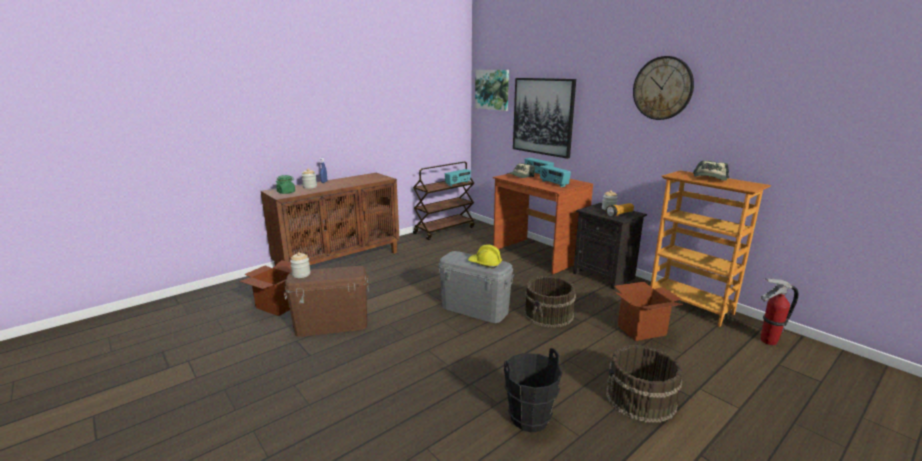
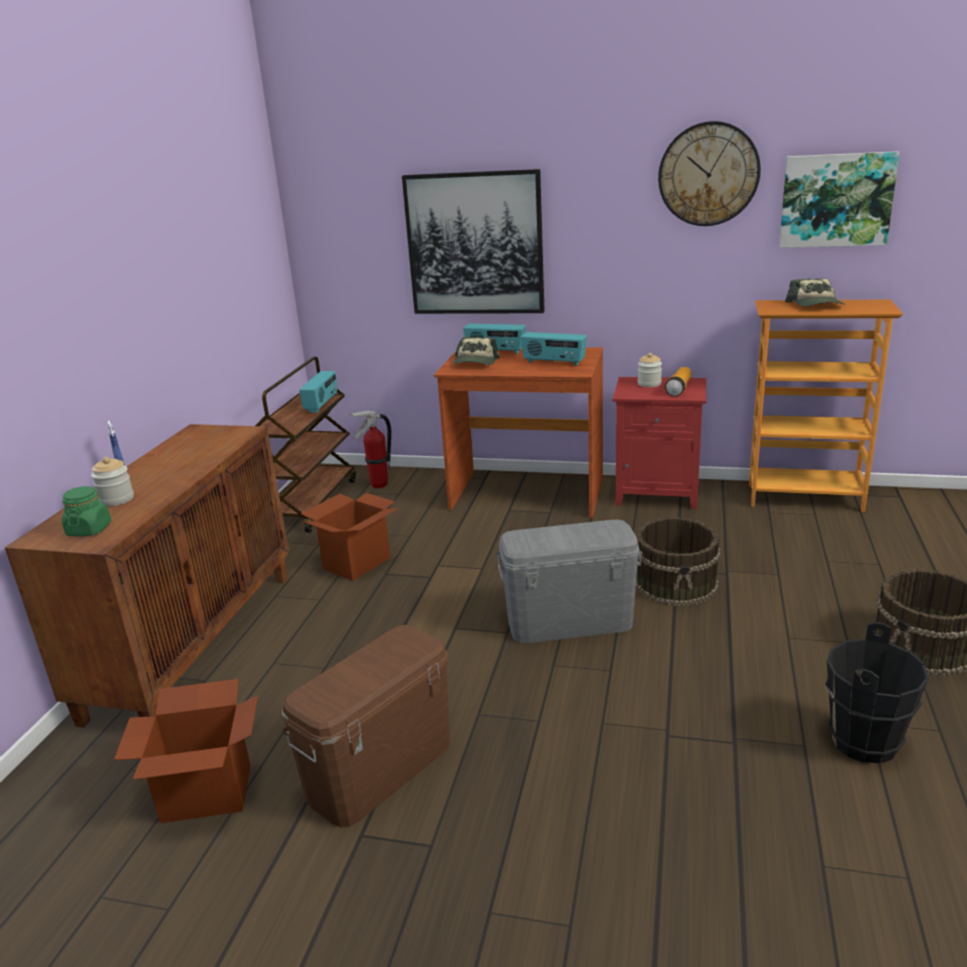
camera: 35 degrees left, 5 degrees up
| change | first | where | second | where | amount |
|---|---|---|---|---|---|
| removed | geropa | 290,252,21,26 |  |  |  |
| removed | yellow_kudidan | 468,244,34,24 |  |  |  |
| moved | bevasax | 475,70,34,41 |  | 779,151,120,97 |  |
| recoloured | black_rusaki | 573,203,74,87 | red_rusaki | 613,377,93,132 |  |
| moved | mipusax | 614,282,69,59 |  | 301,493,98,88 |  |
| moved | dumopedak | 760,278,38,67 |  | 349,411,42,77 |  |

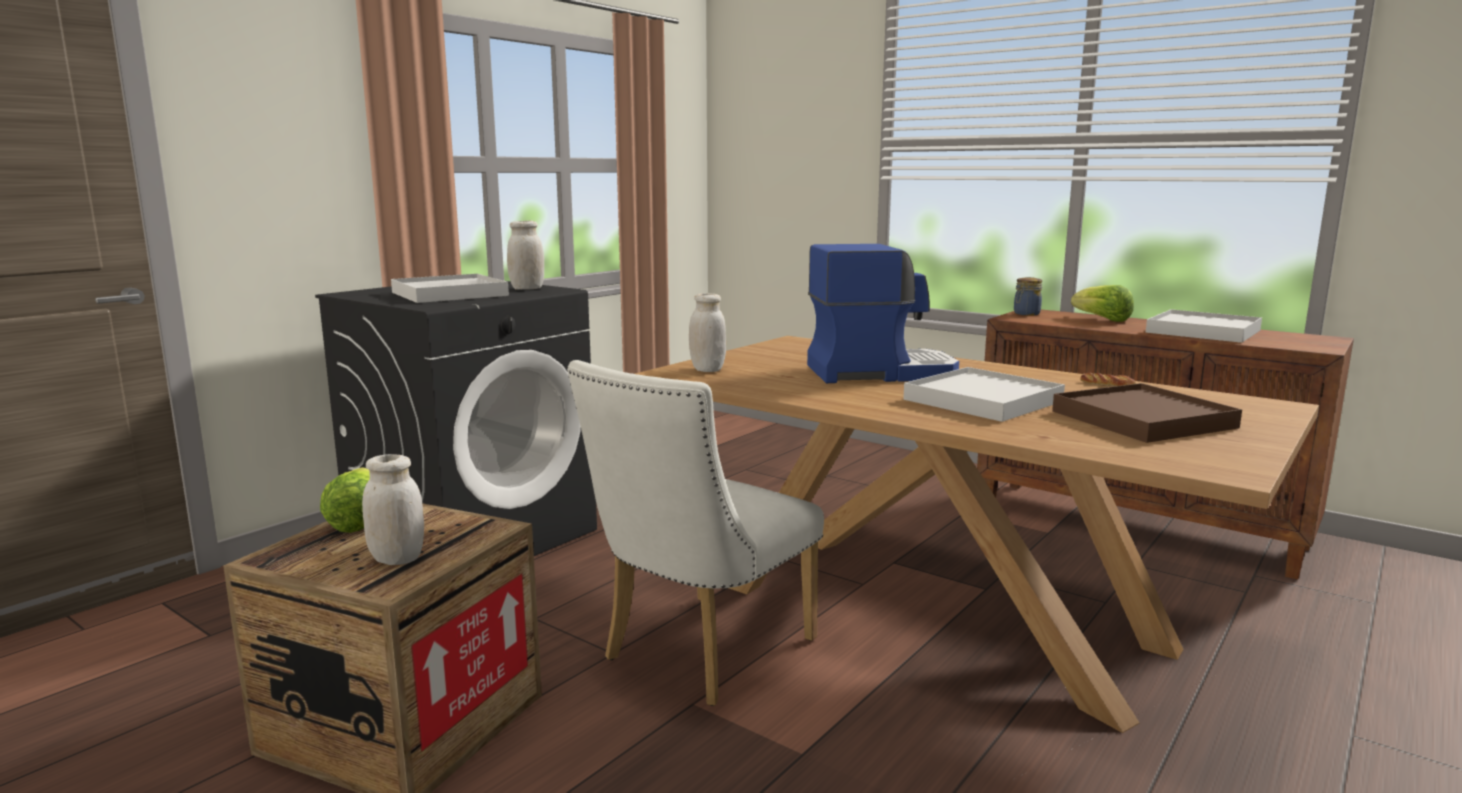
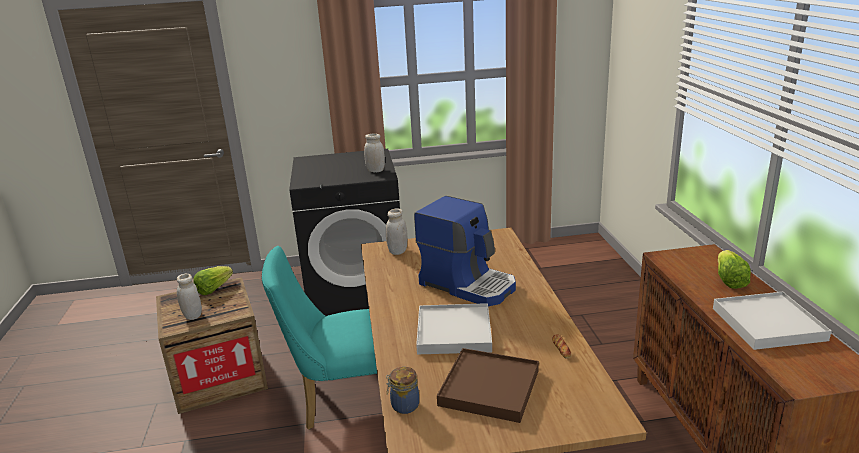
camera: 45 degrees right, 10 degrees up
| change | first | where | second | where | amount |
|---|---|---|---|---|---|
| removed | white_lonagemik | 391,274,118,29 |  |  |  |
| recoloured | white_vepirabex | 567,360,257,346 | turquoise_vepirabex | 262,246,115,184 |  |
| moved | geropa | 1014,277,28,39 |  | 386,367,33,47 |  |

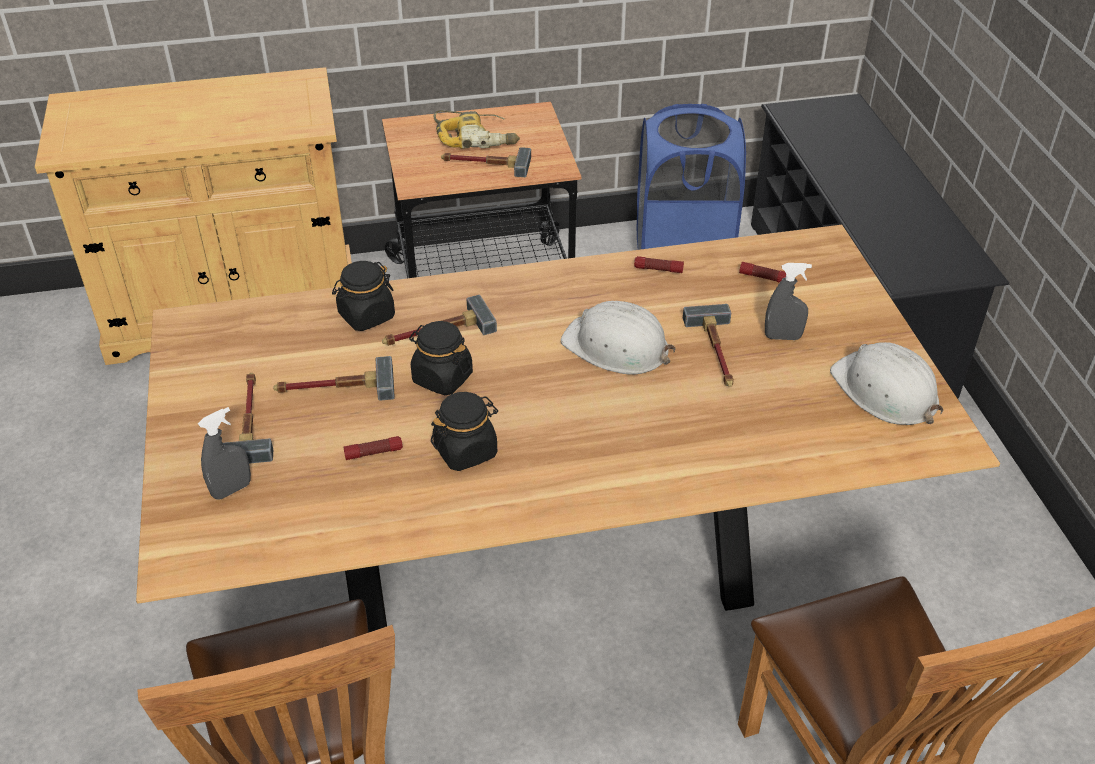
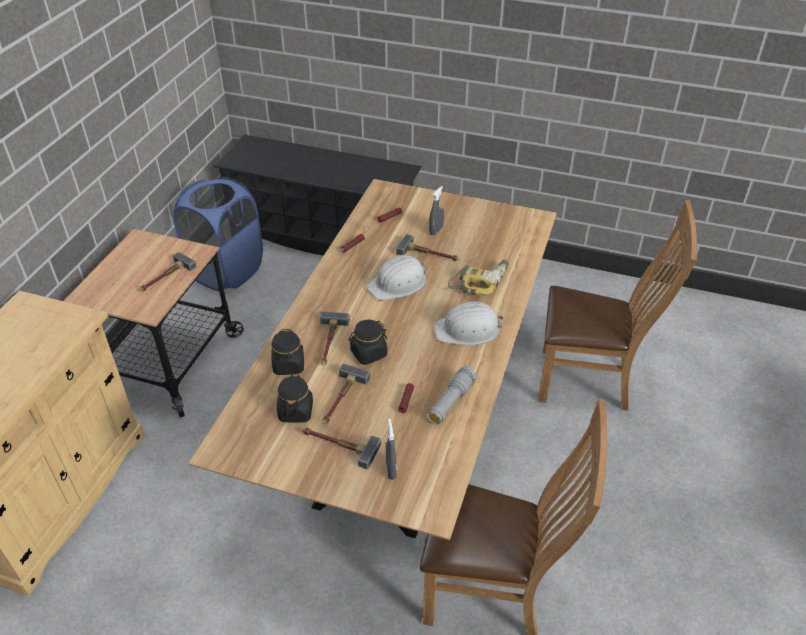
camera: 60 degrees left, 0 degrees up
| change | first | where | second | where | amount |
|---|---|---|---|---|---|
| moved | black_geropa | 431,392,67,79 |  | 277,375,36,48 |  |
| moved | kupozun | 433,110,87,39 |  | 448,258,61,37 |  |
| moved | white_kudidan | 830,342,113,83 |  | 434,301,69,44 |  |
| added |  |  | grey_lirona | 427,365,51,59 |  |

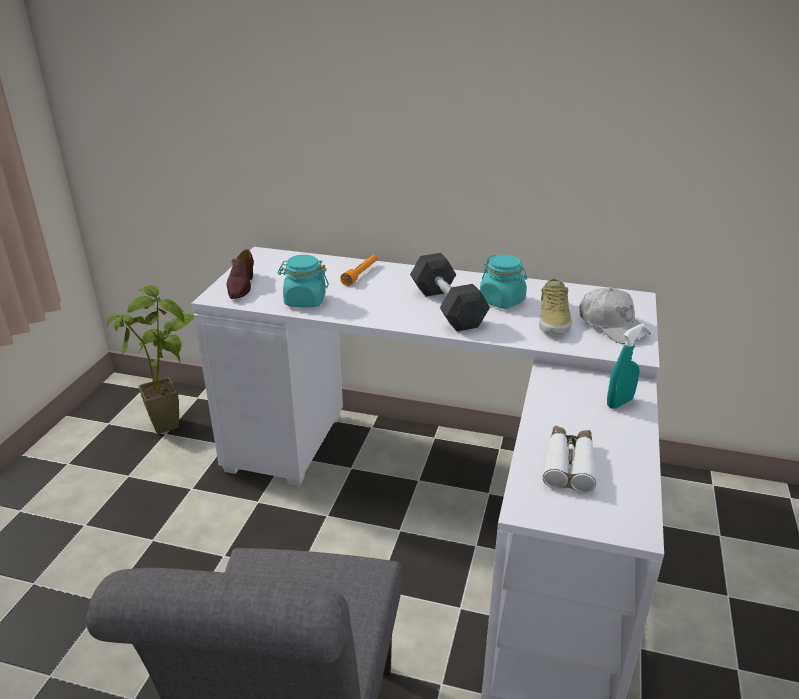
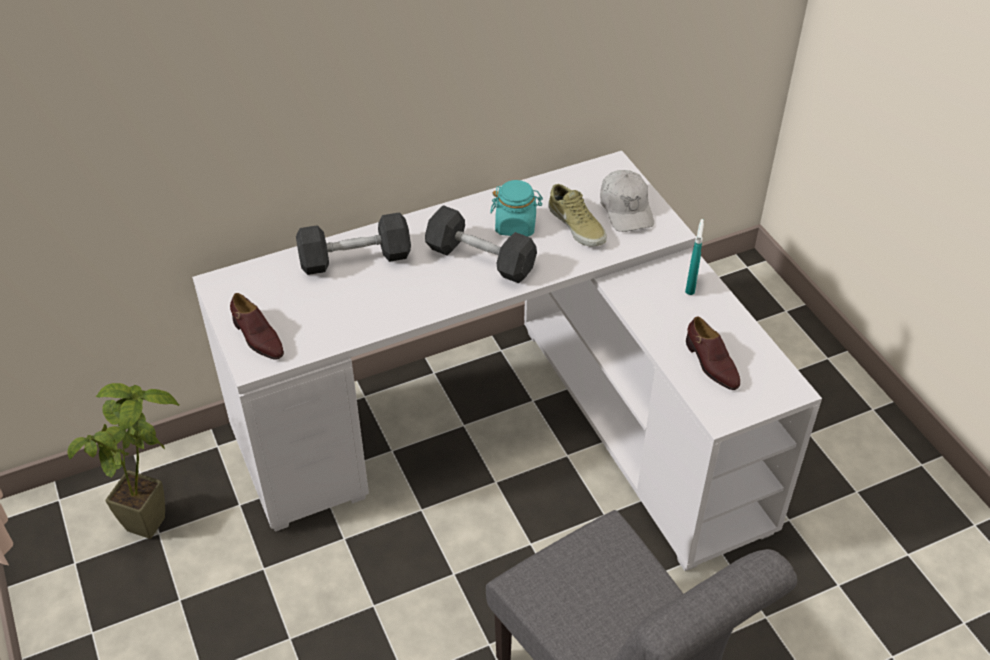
camera: 40 degrees left, 15 degrees up
| change | first | where | second | where | amount |
|---|---|---|---|---|---|
| removed | turquoise_geropa | 277,255,52,53 |  |  |  |
| replaced | orange_lirona | 340,255,37,31 | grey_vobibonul | 296,212,115,63 |  |
| replaced | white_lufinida | 543,426,53,67 | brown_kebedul | 686,316,54,74 |  |
| turned | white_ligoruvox | 579,288,72,56 |  | 600,170,54,62 | 60 degrees clockwise |

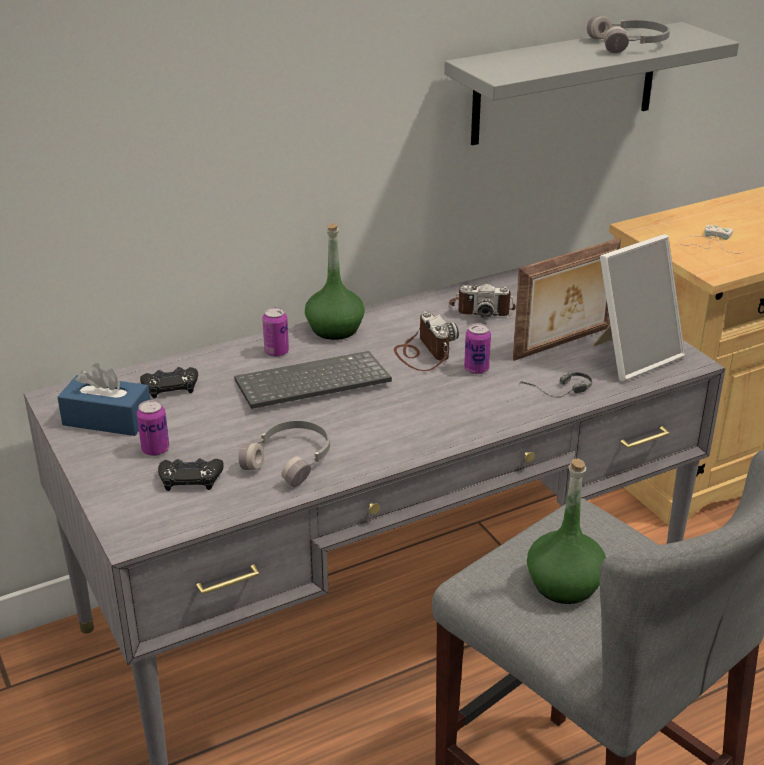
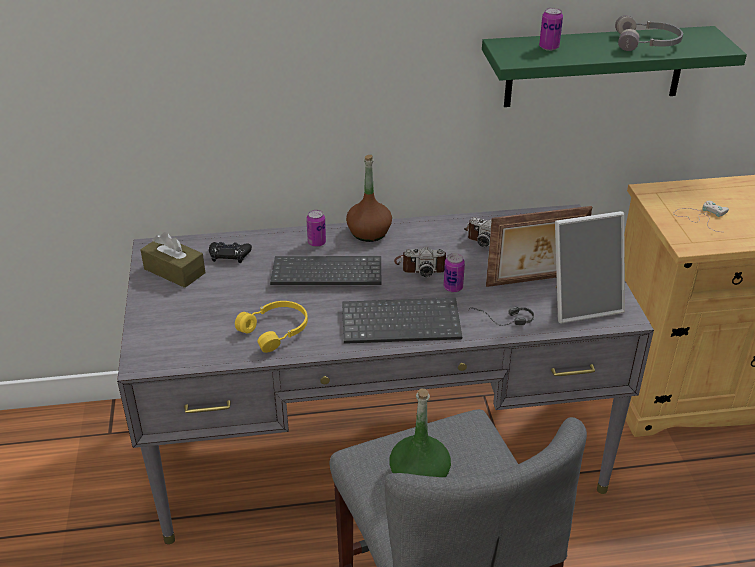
camera: 20 degrees right, 5 degrees up
| change | first | where | second | where | amount |
|---|---|---|---|---|---|
| recoloured | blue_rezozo | 57,363,93,73 | brown_rezozo | 140,232,65,56 |  |
| moved | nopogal | 137,400,32,56 |  | 539,8,24,43 |  |
| removed | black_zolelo | 158,459,66,32 |  |  |  |
| recoloured | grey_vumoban | 238,420,92,67 | yellow_vumoban | 235,301,73,52 |  |
| recoloured | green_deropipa | 305,223,60,117 | brown_deropipa | 346,155,46,87 |  |
| turned | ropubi | 394,311,65,60 |  | 394,247,53,30 | 90 degrees clockwise |
| recoloured | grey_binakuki | 445,22,294,123 | green_binakuki | 482,26,265,81 |  |
| added |  |  | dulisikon | 342,298,120,46 |  |

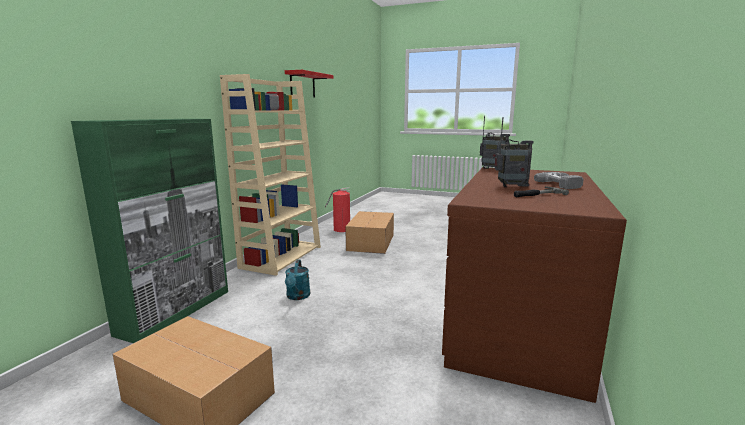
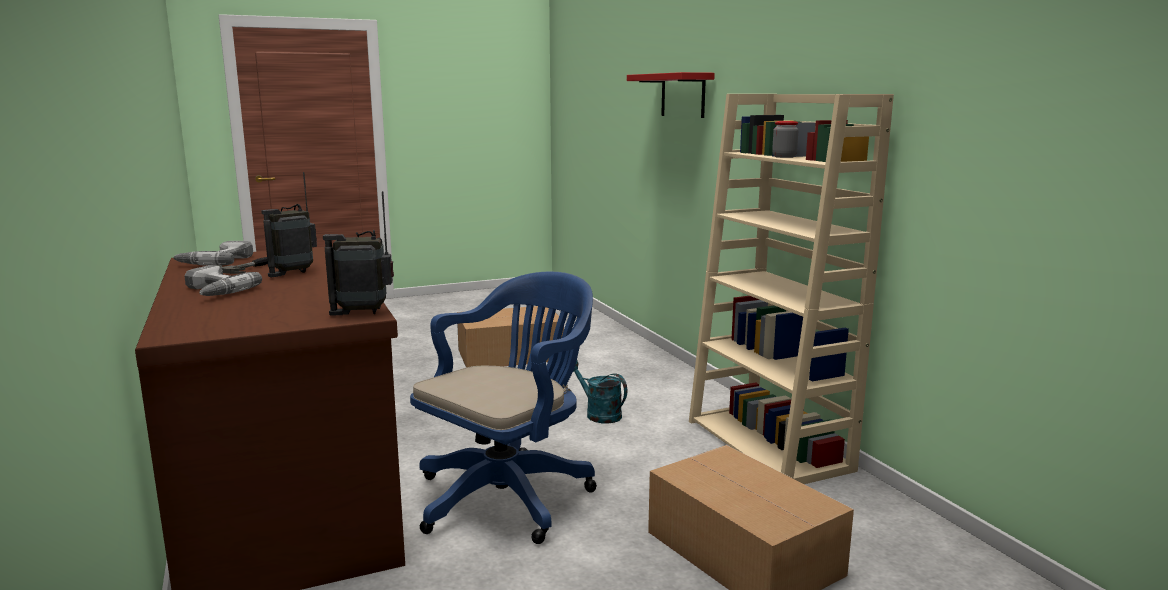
camera: 135 degrees right, 0 degrees up
| change | first | where | second | where | amount |
|---|---|---|---|---|---|
| removed | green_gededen | 71,119,157,224 |  |  |  |
| moved | red_binakuki | 285,70,49,28 |  | 627,72,88,46 |  |
| removed | dumopedak | 325,187,25,45 |  |  |  |
| added |  |  | kupozun | 173,241,80,25 |  |
| added |  |  | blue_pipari | 410,272,187,272 |  |

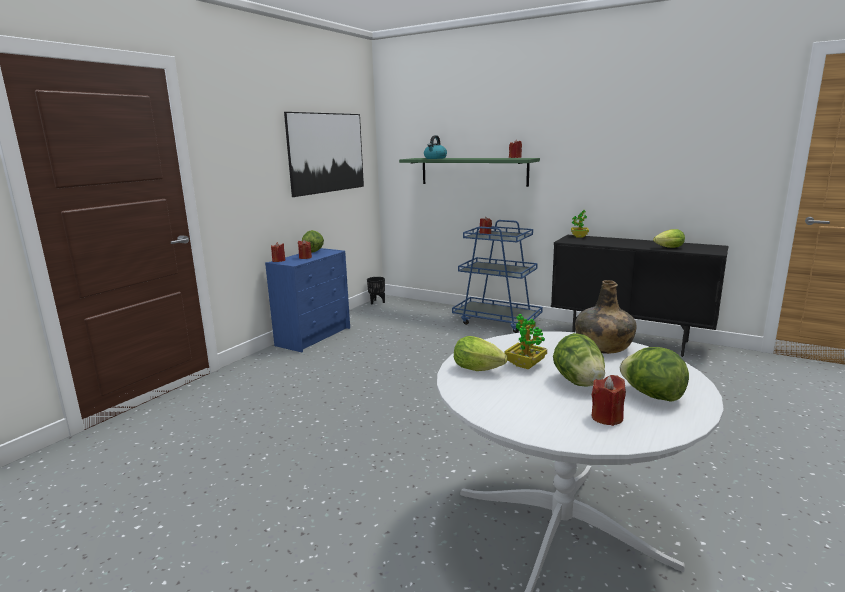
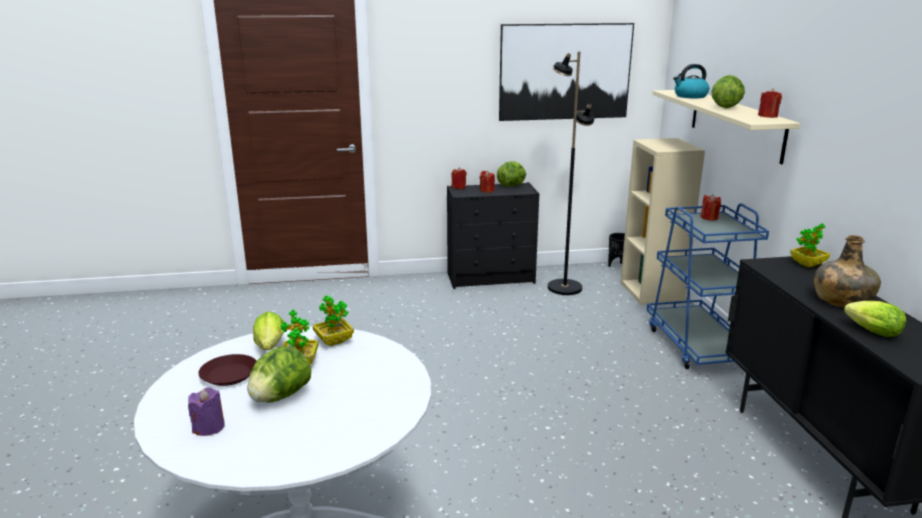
camera: 50 degrees right, 5 degrees up
| change | first | where | second | where | amount |
|---|---|---|---|---|---|
| recoloured | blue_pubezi | 265,248,85,104 | black_pubezi | 447,182,92,107 |  |
| recoloured | green_binakuki | 399,158,141,29 | beige_binakuki | 652,90,149,74 |  |
| moved | green_deropipa | 575,280,61,74 |  | 814,235,67,73 |  |
| recoloured | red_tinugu | 592,375,34,51 | purple_tinugu | 188,387,37,49 |  |
| moved | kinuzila | 620,347,69,55 |  | 711,75,34,33 |  |
| added |  |  | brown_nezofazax | 198,354,59,32 |  |
| added |  |  | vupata | 313,295,41,51 |  |
| added |  |  | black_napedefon | 548,51,47,244 |  |
| added |  |  | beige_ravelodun | 620,138,85,167 |  |

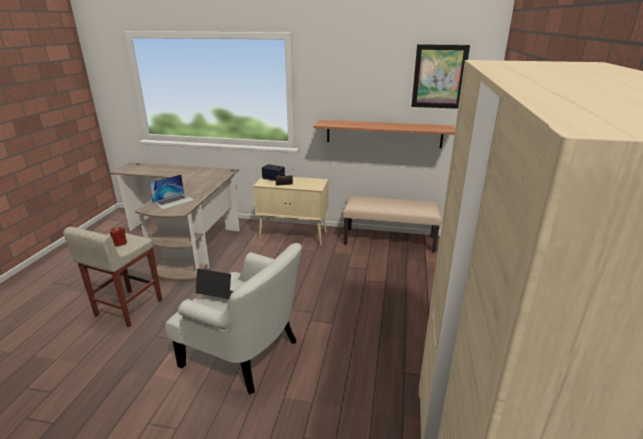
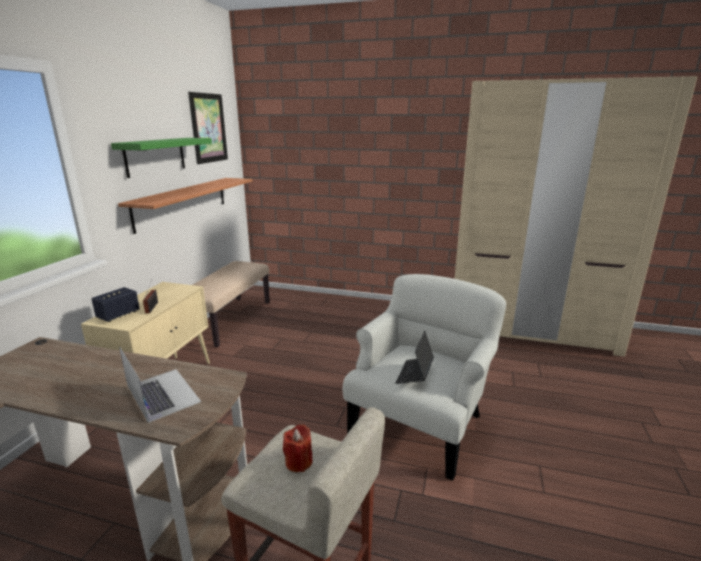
camera: 85 degrees left, 5 degrees down
| change | first | where | second | where | amount |
|---|---|---|---|---|---|
| added |  |  | green_binakuki | 111,138,101,40 |  |

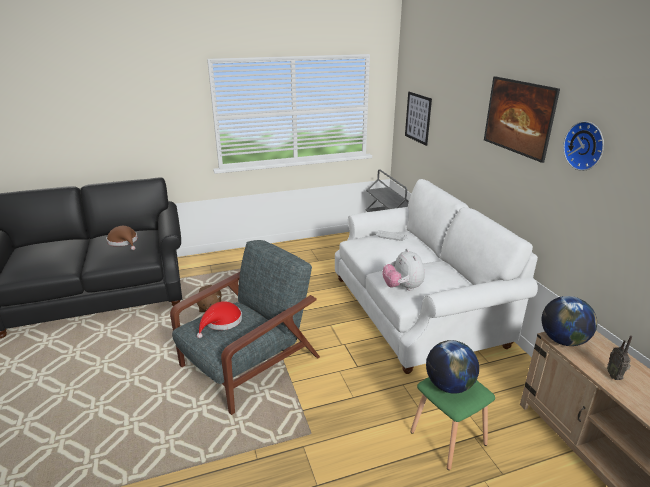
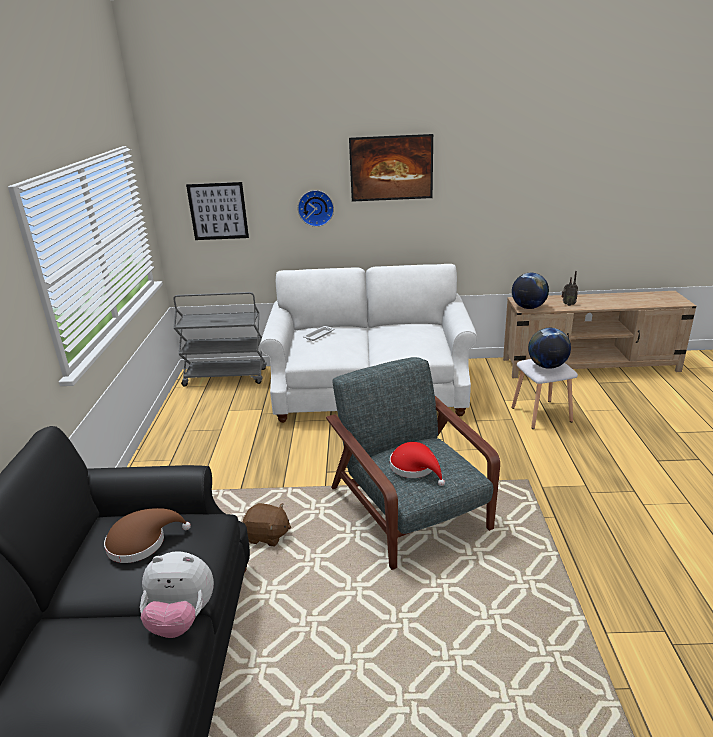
camera: 70 degrees left, 0 degrees up
| change | first | where | second | where | amount |
|---|---|---|---|---|---|
| moved | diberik | 382,248,42,43 |  | 140,551,74,87 |  |
| recoloured | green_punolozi | 410,377,85,93 | white_punolozi | 512,359,66,70 |  |
| moved | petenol | 563,121,41,50 |  | 298,190,36,37 |  |

